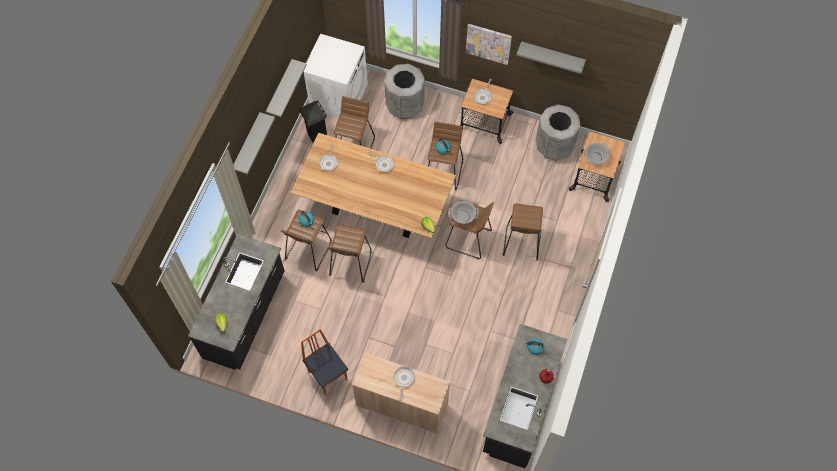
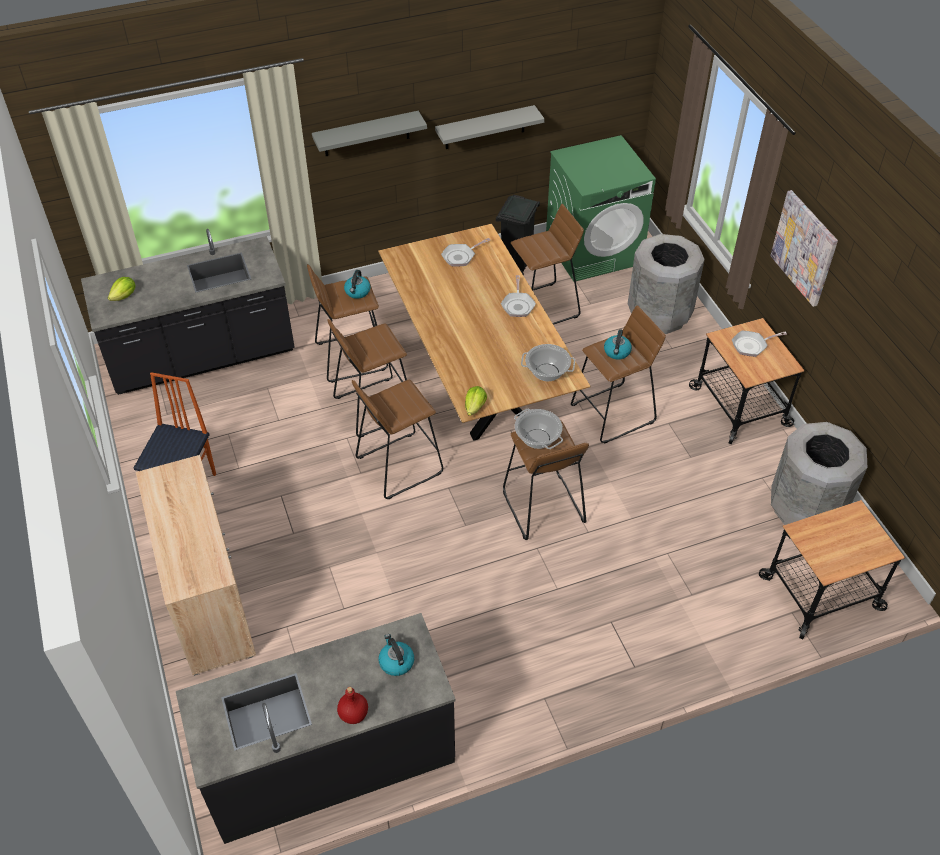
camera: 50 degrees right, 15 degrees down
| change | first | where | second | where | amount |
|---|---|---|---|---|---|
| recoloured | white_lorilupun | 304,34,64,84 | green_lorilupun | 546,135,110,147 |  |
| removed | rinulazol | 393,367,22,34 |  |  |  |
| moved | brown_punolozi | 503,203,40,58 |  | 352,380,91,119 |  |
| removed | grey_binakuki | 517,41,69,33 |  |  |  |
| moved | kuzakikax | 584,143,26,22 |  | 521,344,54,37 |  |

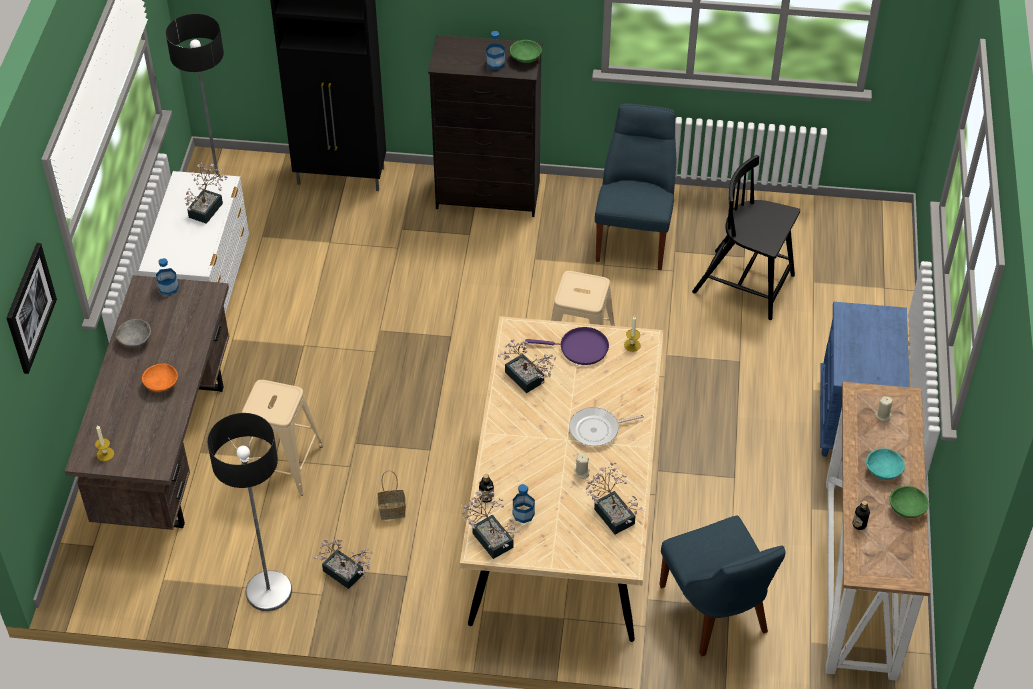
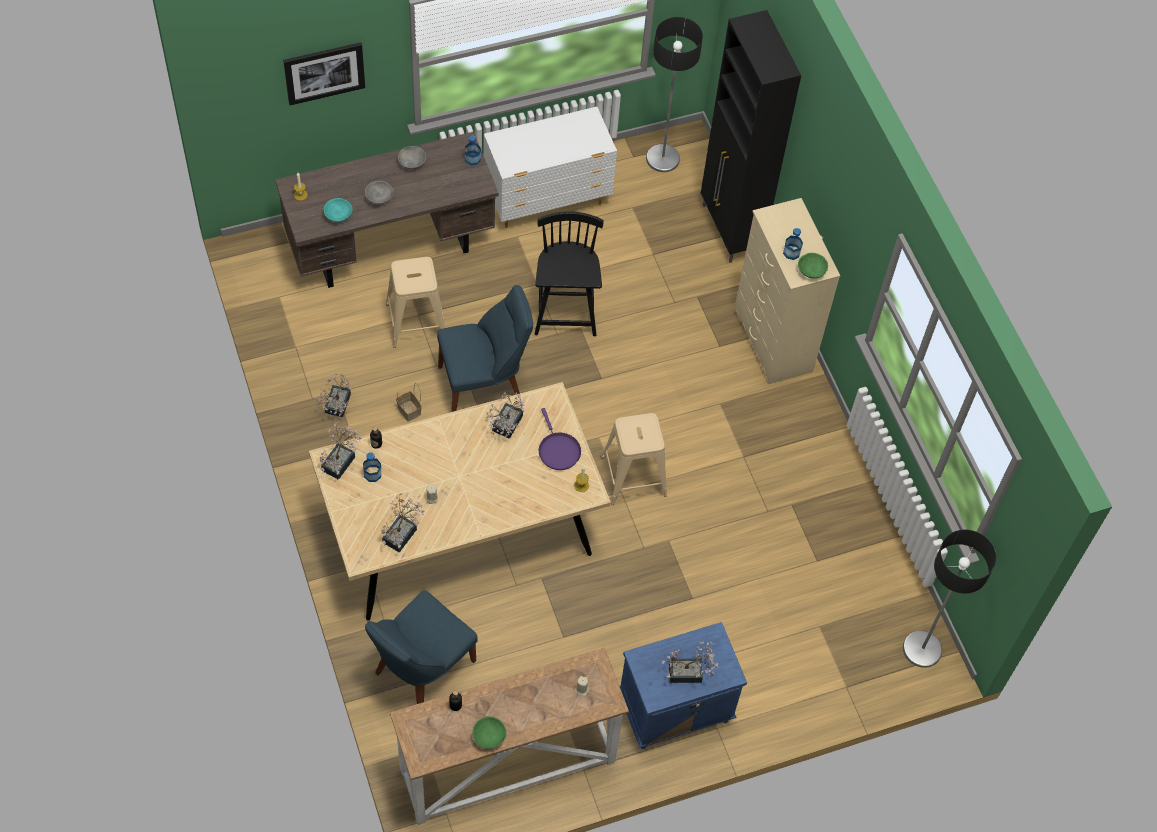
camera: 60 degrees right, 10 degrees up
| change | first | where | second | where | amount |
|---|---|---|---|---|---|
| recoloured | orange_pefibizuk | 142,364,36,28 | grey_pefibizuk | 365,181,28,23 |  |
| moved | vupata | 185,162,42,62 |  | 662,641,56,42 |  |
| moved | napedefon | 207,413,85,198 |  | 903,530,93,138 |  |
| recoloured | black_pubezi | 428,35,114,182 | beige_pubezi | 734,198,106,186 |  |
| removed | rinulazol | 569,407,75,39 |  |  |  |
| moved | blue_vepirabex | 595,104,81,166 |  | 437,285,96,127 |  |
| moved | black_vepirabex | 692,155,108,165 |  | 535,211,69,125 |  |
| moved | turquoise_pefibizuk | 866,448,39,32 |  | 324,198,28,24 |  |

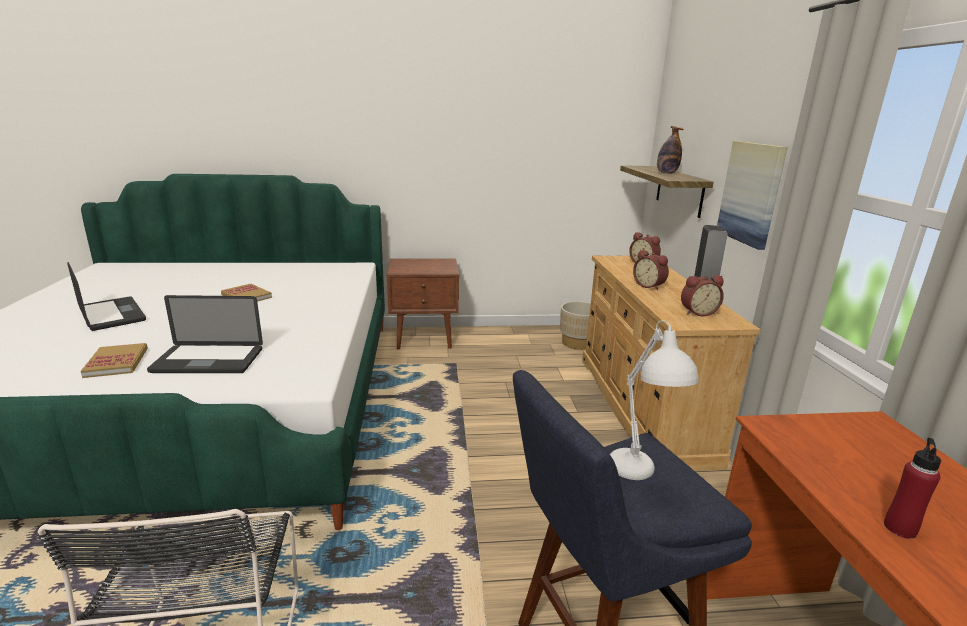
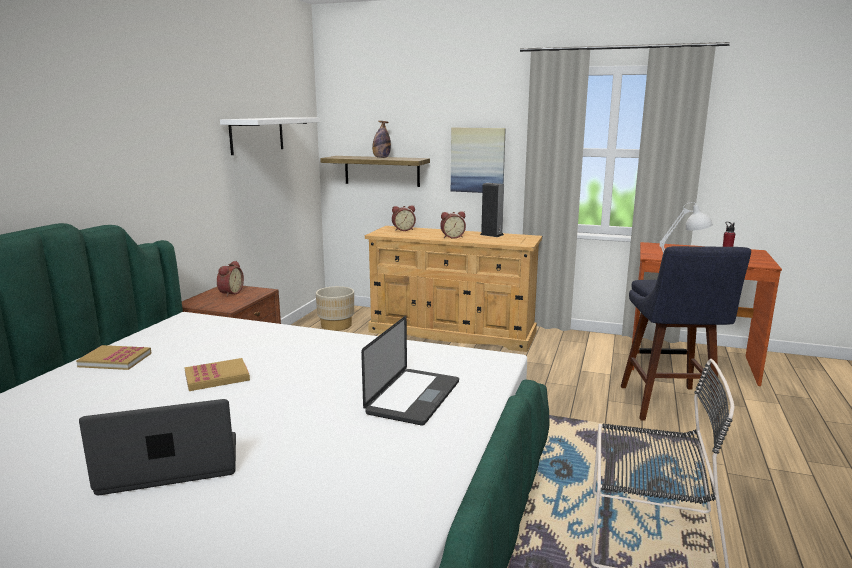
camera: 65 degrees left, 5 degrees down
| change | first | where | second | where | amount |
|---|---|---|---|---|---|
| moved | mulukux | 81,343,67,35 |  | 76,345,76,25 |  |
| moved | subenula | 681,275,43,41 |  | 217,261,27,36 |  |
| added |  |  | white_binakuki | 220,117,100,38 |  |

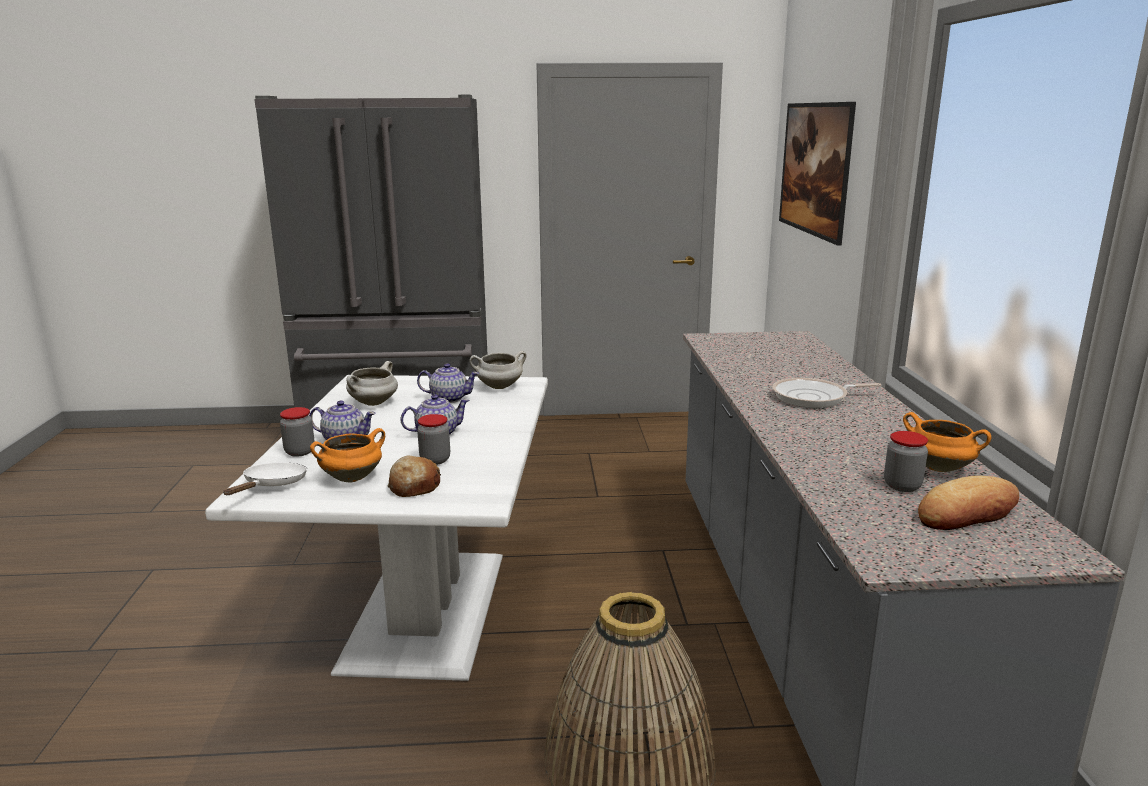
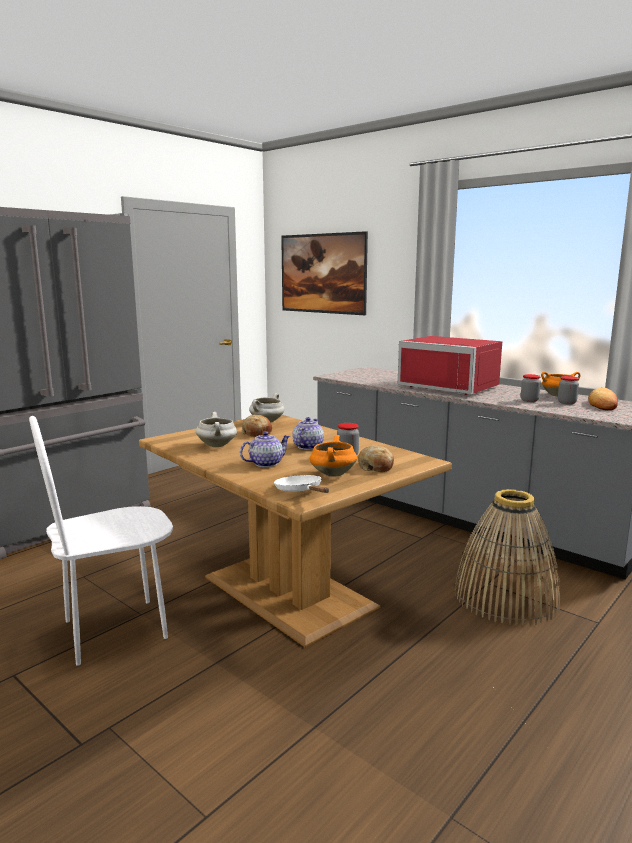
camera: 45 degrees left, 5 degrees down
| change | first | where | second | where | amount |
|---|---|---|---|---|---|
| recoloured | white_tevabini | 205,375,343,306 | brown_tevabini | 139,415,313,232 |  |
| moved | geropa | 280,407,35,50 |  | 521,374,20,28 |  |
| replaced | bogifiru | 417,363,62,40 | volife | 242,415,30,22 |  |
| replaced | rinulazol | 772,378,109,30 | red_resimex | 398,336,104,59 |  |
| added |  |  | white_vepirabex | 29,416,144,250 |  |

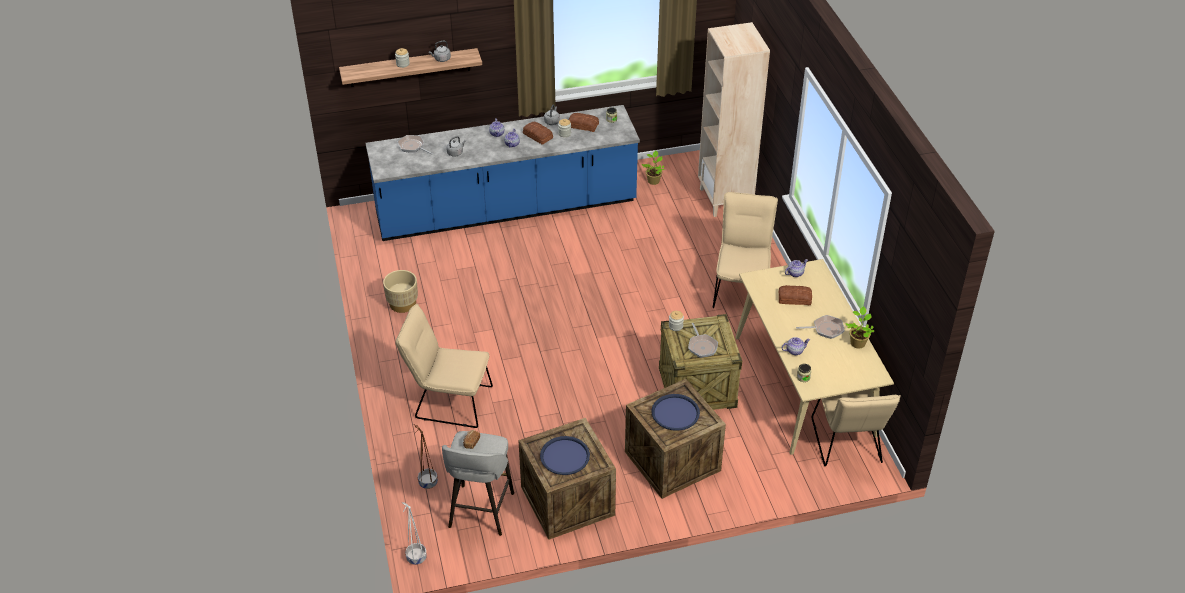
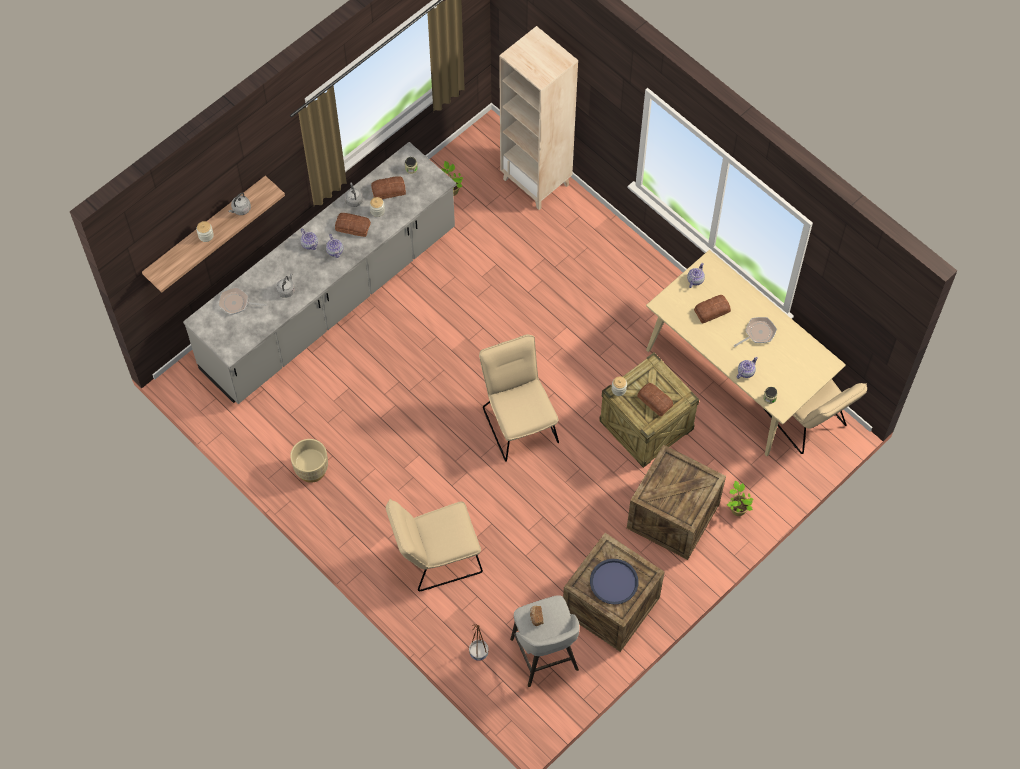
camera: 30 degrees left, 20 degrees up
| change | first | where | second | where | amount |
|---|---|---|---|---|---|
| recoloured | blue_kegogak | 365,105,275,136 | grey_kegogak | 183,142,273,262 |  |
| removed | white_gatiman | 401,502,26,63 |  |  |  |
| removed | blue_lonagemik | 651,394,49,37 |  |  |  |
| replaced | rinulazol | 688,323,30,35 | volife | 637,383,36,34 |  |
| moved | beige_vepirabex | 713,192,65,116 |  | 479,334,80,128 |  |
| moved | vupata | 845,306,30,43 |  | 727,481,27,35 |  |

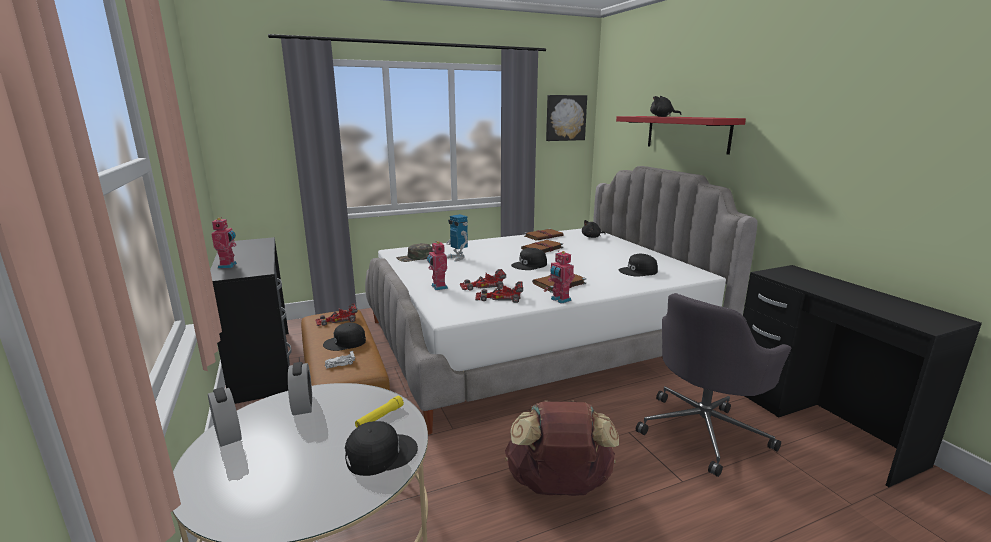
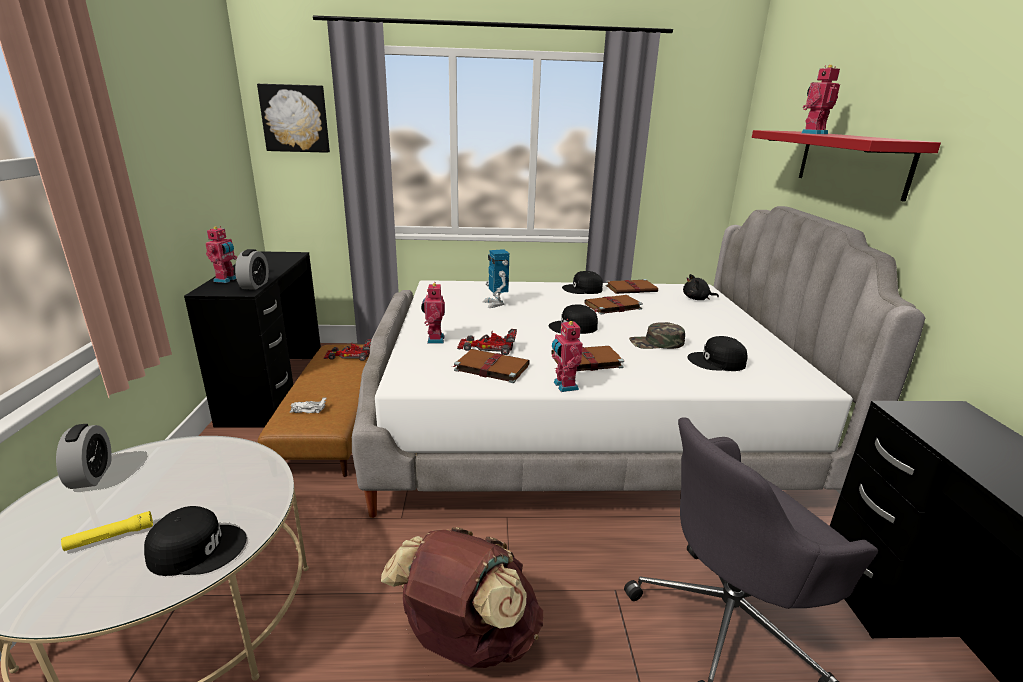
camera: 20 degrees right, 5 degrees up
| change | first | where | second | where | amount |
|---|---|---|---|---|---|
| moved | subenula | 288,362,24,54 |  | 235,249,34,41 |  |
| moved | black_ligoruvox | 323,322,43,29 |  | 562,271,41,23 |  |
| moved | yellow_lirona | 355,396,49,32 |  | 61,511,92,40 |  |
| moved | green_ligoruvox | 396,243,37,19 |  | 629,322,56,27 |  |
| replaced | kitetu | 475,282,48,21 | brown_mulukux | 452,349,78,34 |  |
| moved | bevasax | 546,95,41,46 |  | 257,84,73,69 |  |
| replaced | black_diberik | 650,96,32,21 | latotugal | 802,65,38,69 |  |

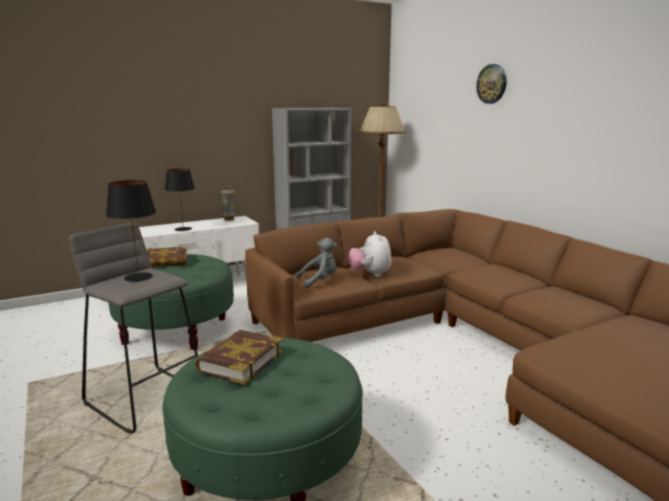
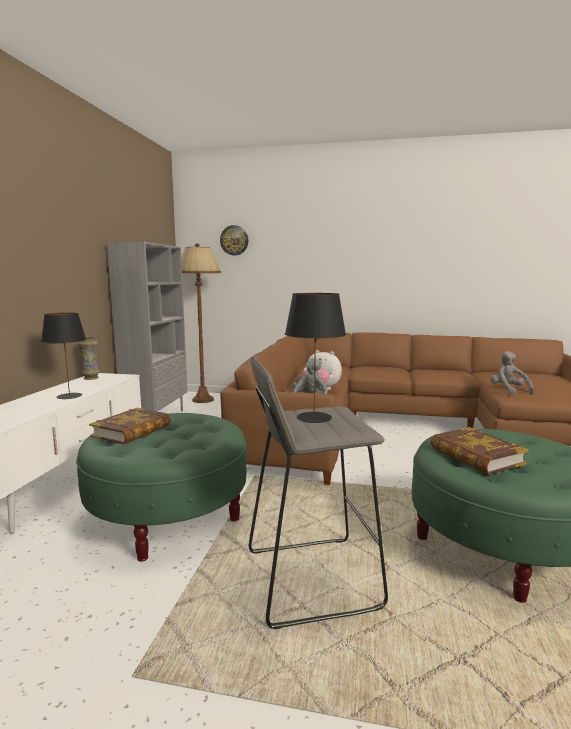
camera: 50 degrees left, 5 degrees down
| change | first | where | second | where | amount |
|---|---|---|---|---|---|
| moved | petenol | 476,64,31,40 |  | 220,225,28,30 |  |
| added |  |  | grey_diberik | 490,351,44,44 |  |

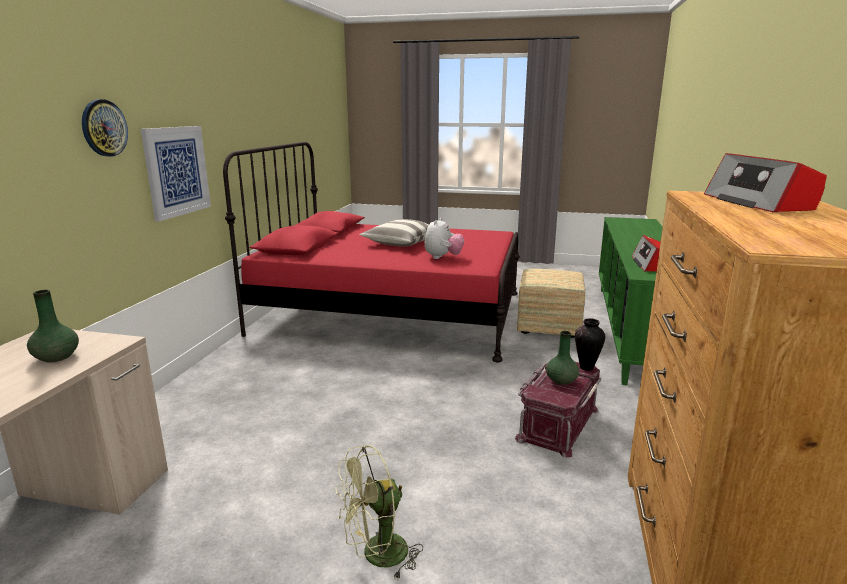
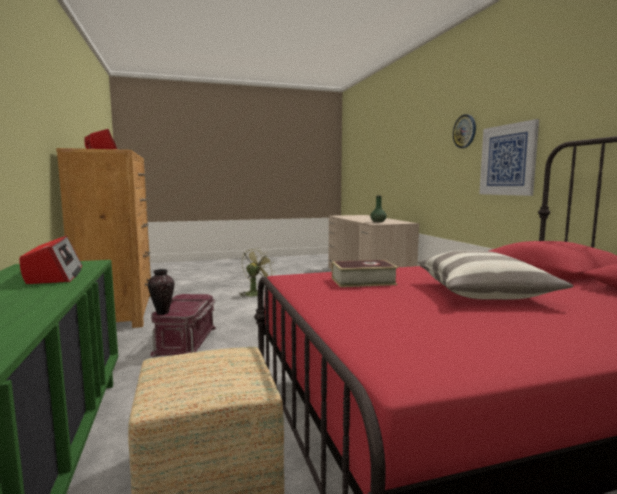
camera: 150 degrees right, 10 degrees down
| change | first | where | second | where | amount |
|---|---|---|---|---|---|
| replaced | diberik | 424,218,40,41 | mulukux | 332,260,66,27 |  |
| removed | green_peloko | 546,331,33,54 |  |  |  |

